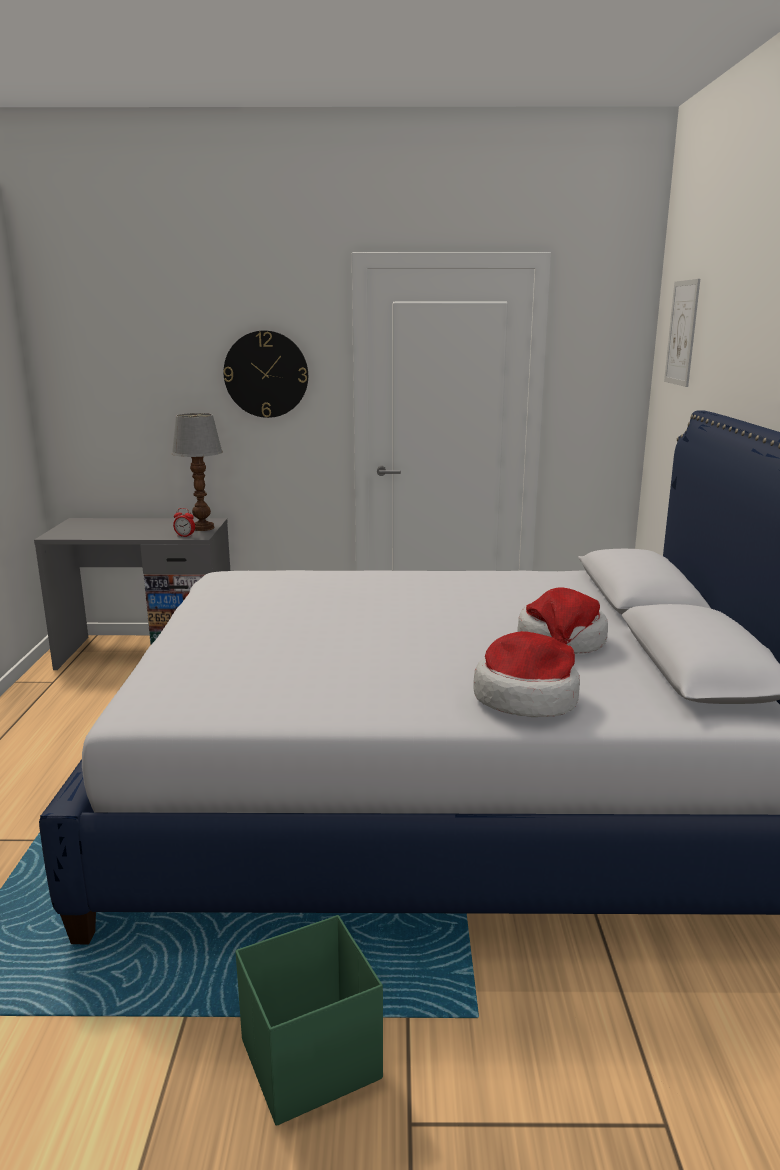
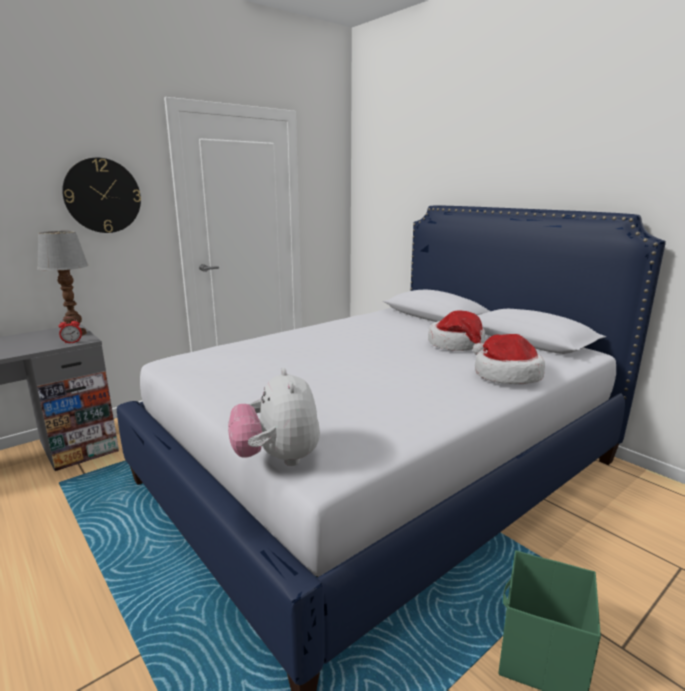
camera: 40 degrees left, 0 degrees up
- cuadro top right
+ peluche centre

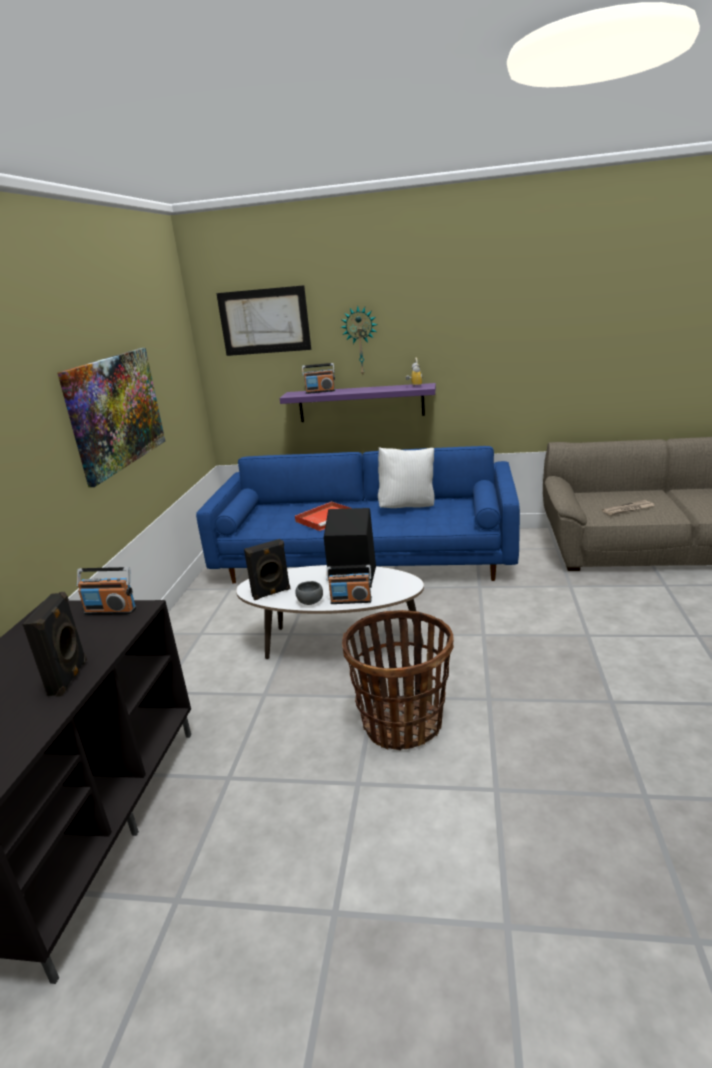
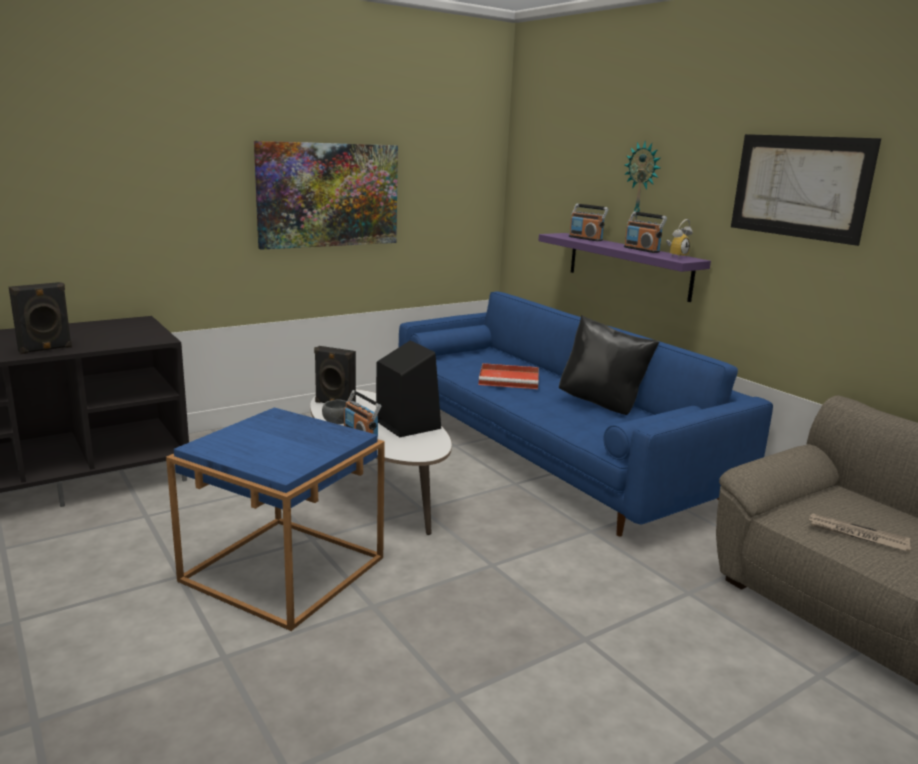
camera: 45 degrees right, 5 degrees down
~ cuadro (2nd from left) top centre to top right
~ cojín (blanco) centre to cojín (negro) centre
~ radio (1st from left in the first image) middle left to radio (3rd from left) top right
~ cesta centre to mesa auxiliar (azul) bottom left

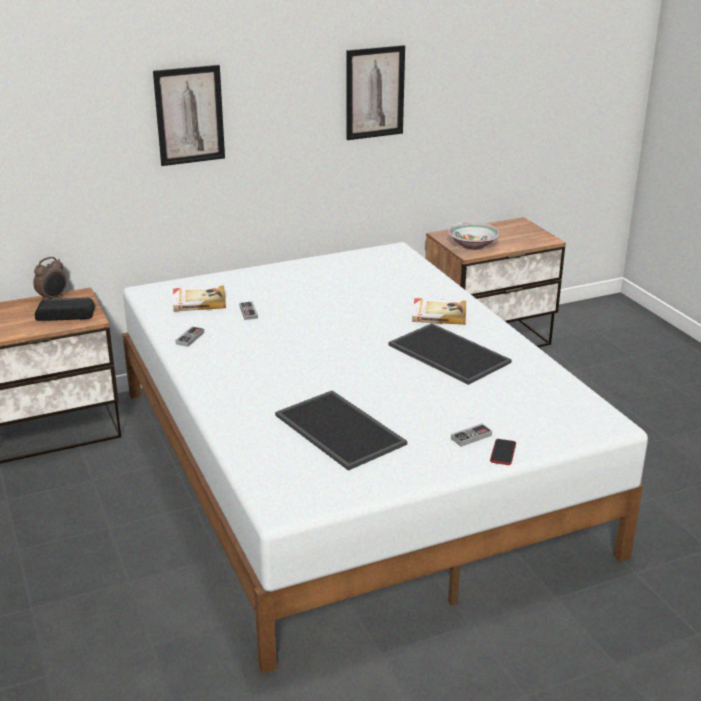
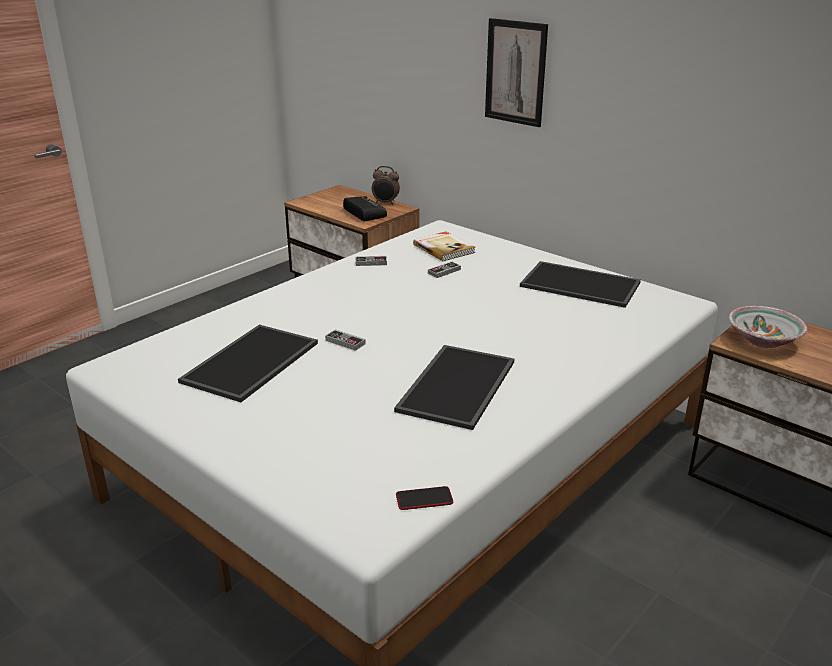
camera: 65 degrees right, 0 degrees up
- cuadro (2nd from left) top centre
- libro (2nd from left) centre
~ mando de consola (3rd from left in the first image) middle right to mando de consola (1st from left) centre
~ móvil middle right to bottom centre
+ bandeja (3rd from left) middle right

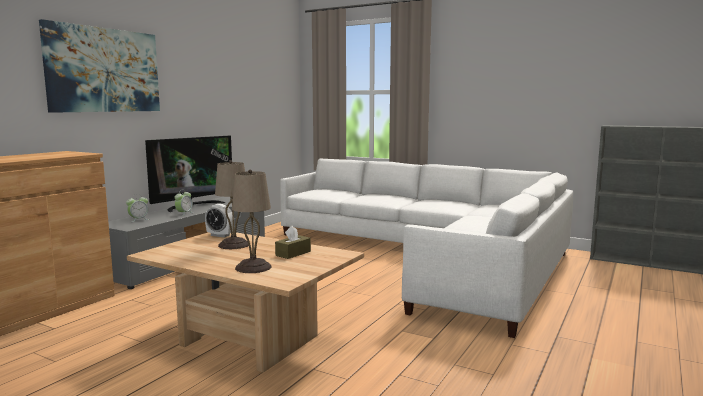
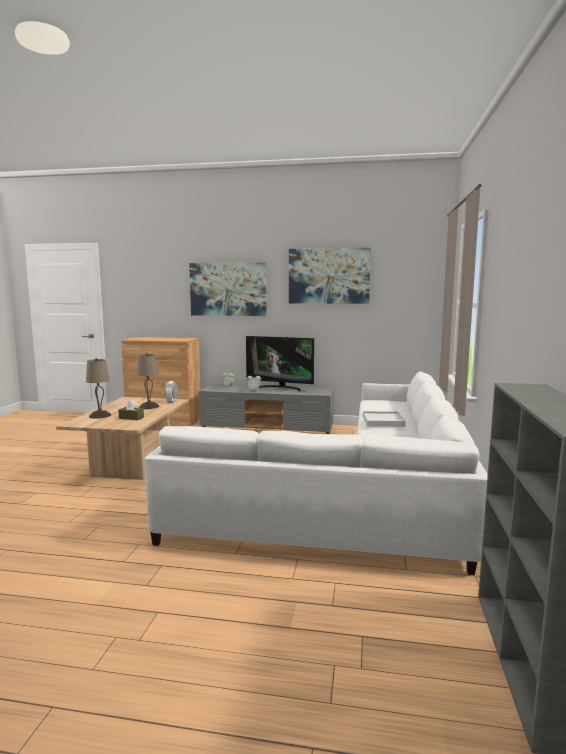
camera: 70 degrees right, 0 degrees up
+ cuadro (2nd from left) centre
+ bandeja (blanco) middle right

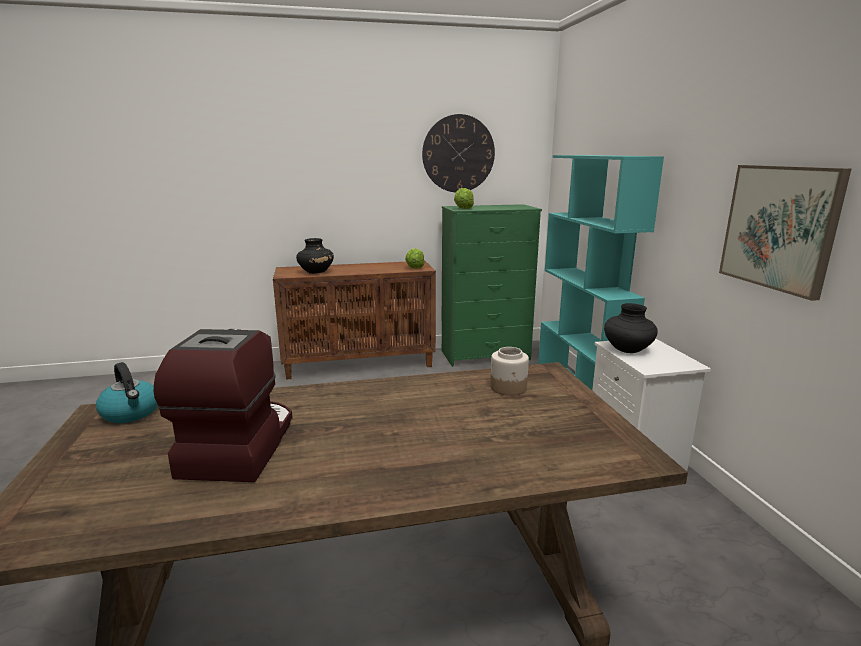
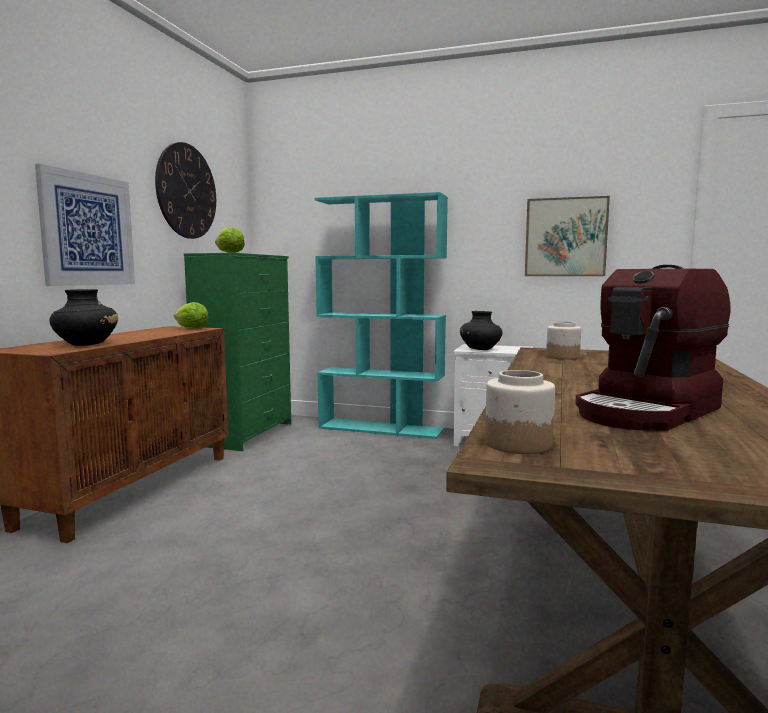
camera: 60 degrees left, 10 degrees down
~ cafetera middle left = middle right 75 degrees counterclockwise
~ hervidor middle left to tarro (1st from left) middle right
+ cuadro (1st from left) top left

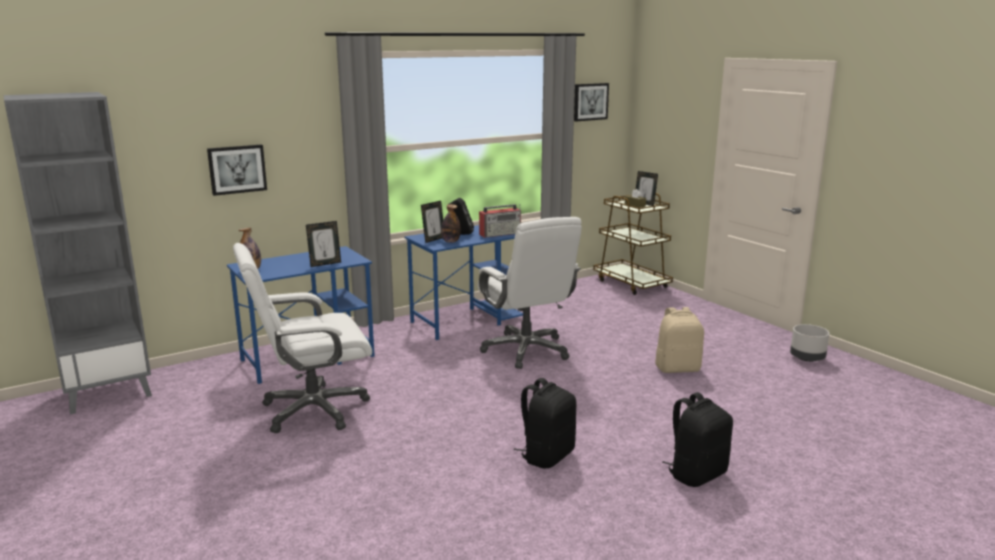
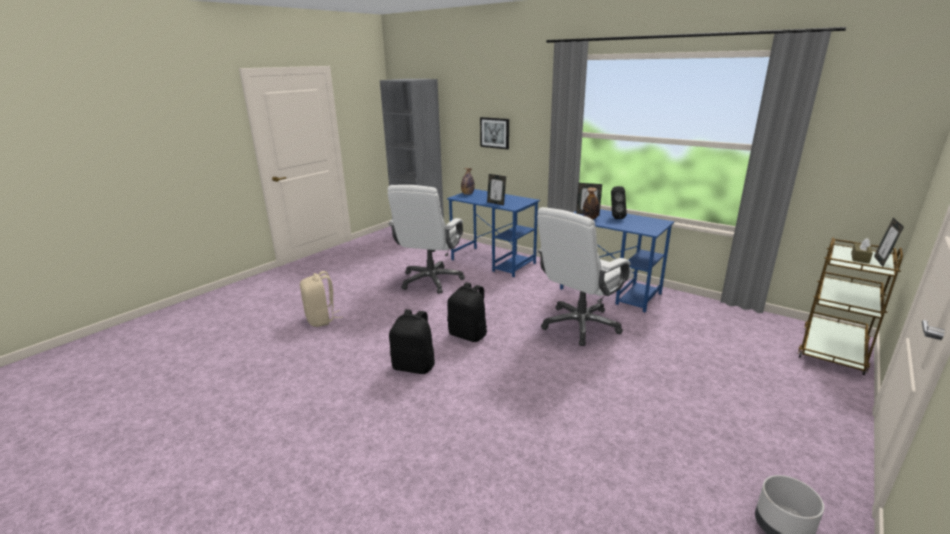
camera: 70 degrees right, 5 degrees up
- cuadro (2nd from left) top centre
- radio centre
~ silla de oficina (blanco) (1st from left) middle left = centre 120 degrees counterclockwise
~ mochila (beis) middle right to centre
~ mochila (negro) (2nd from left) bottom right to centre

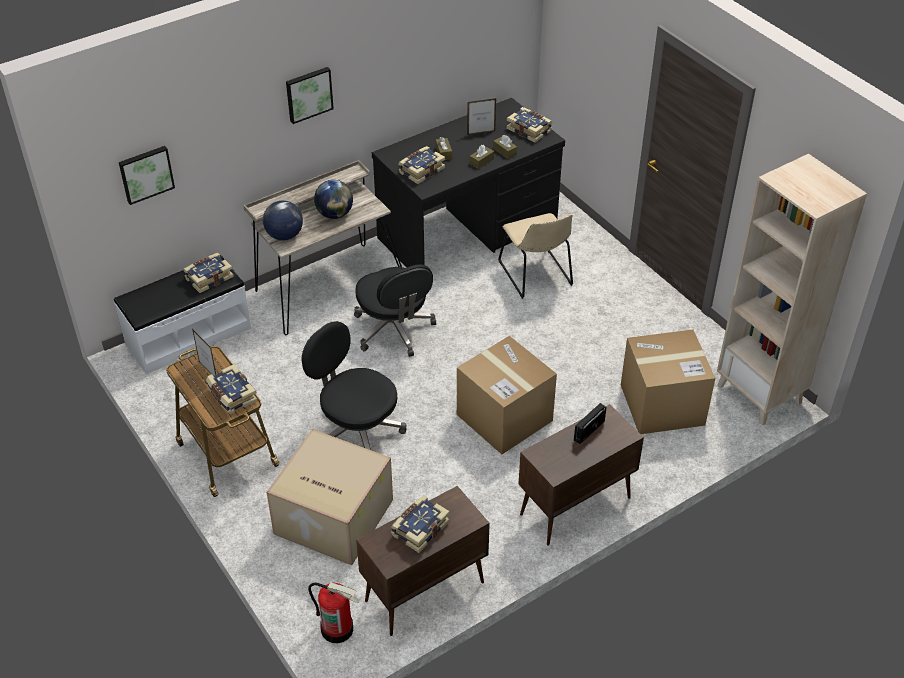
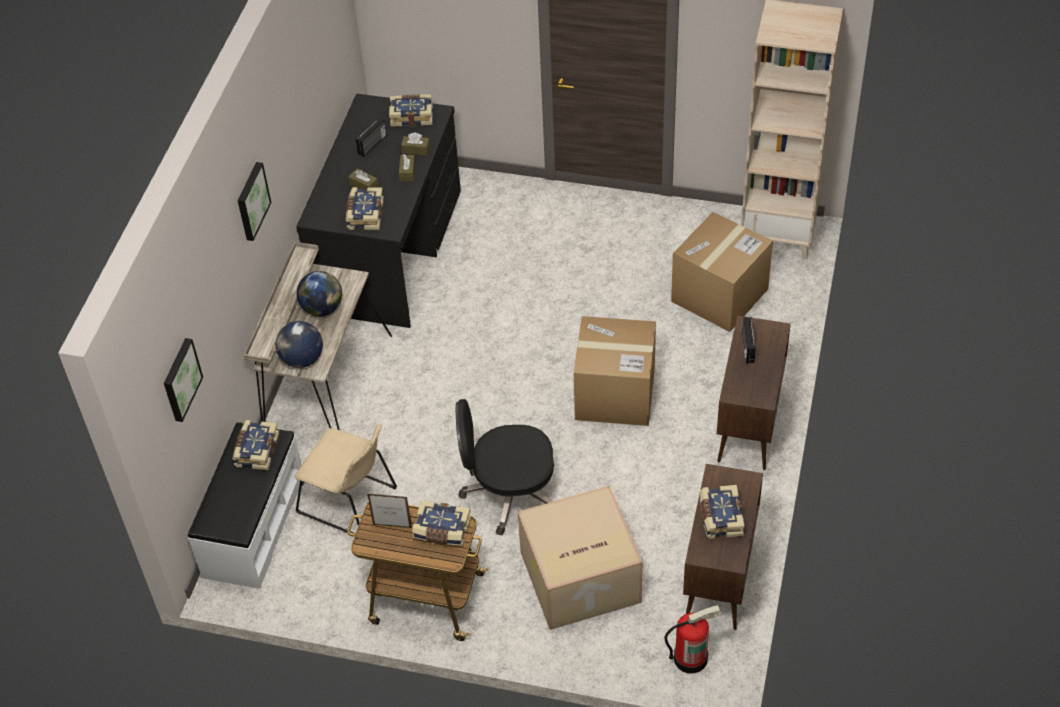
camera: 40 degrees left, 5 degrees up
~ portarretratos (2nd from left) top centre to radio (1st from left) top centre
~ silla (beis) centre to bottom left
- silla de oficina (negro) (2nd from left) centre

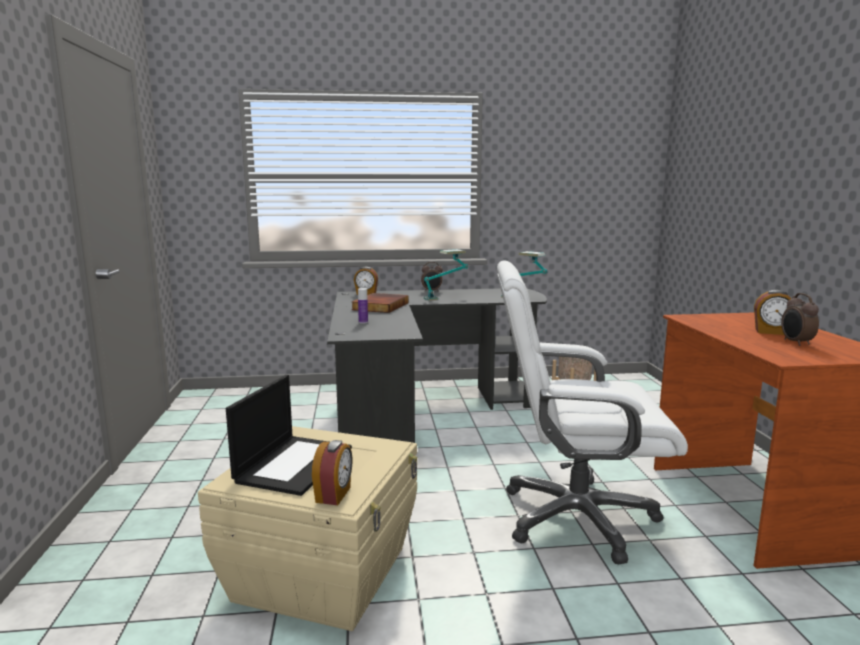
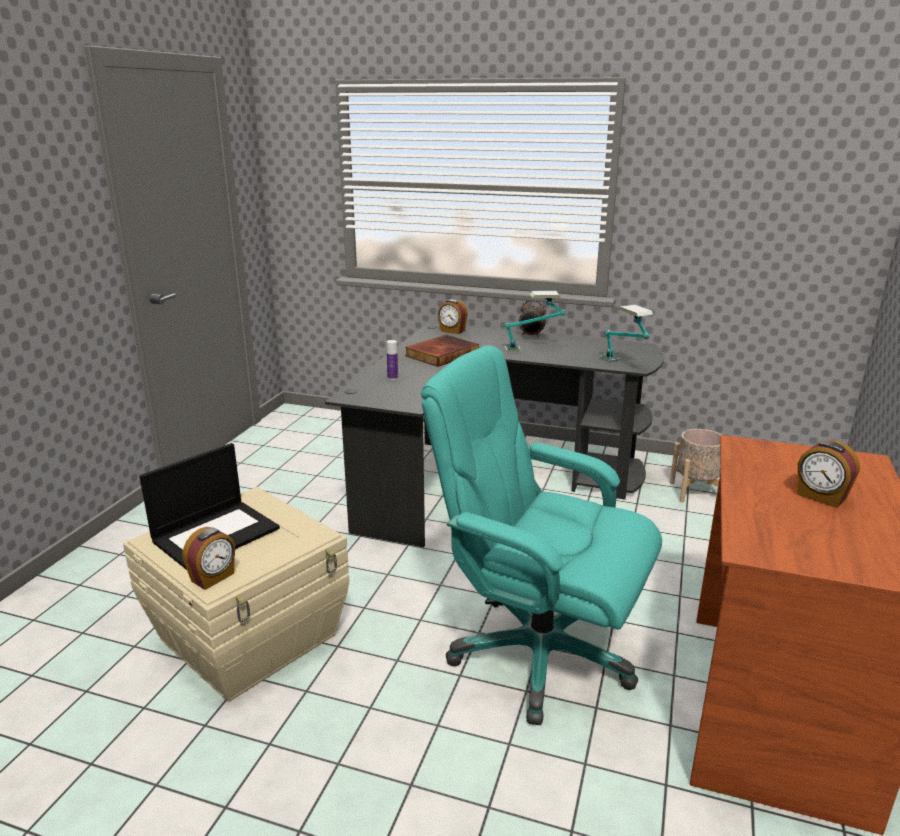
camera: 25 degrees right, 10 degrees up
~ silla de oficina (blanco) middle right to silla de oficina (turquesa) centre
- despertador (5th from left) middle right

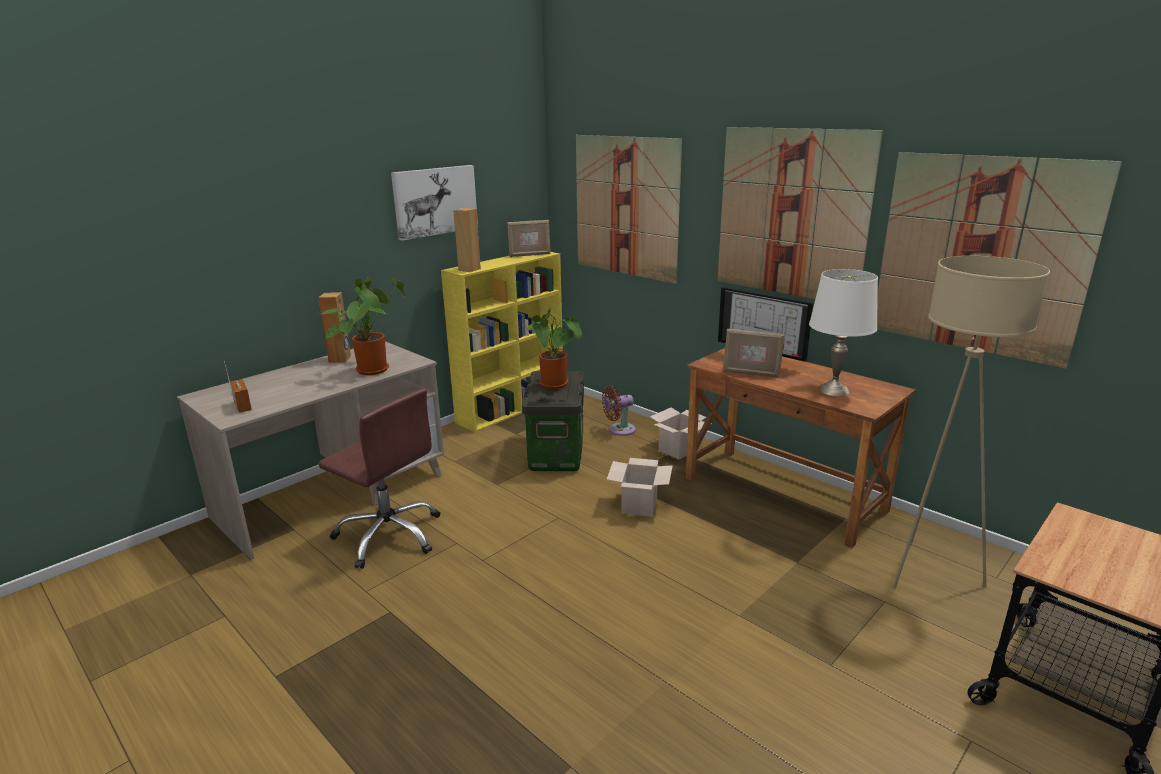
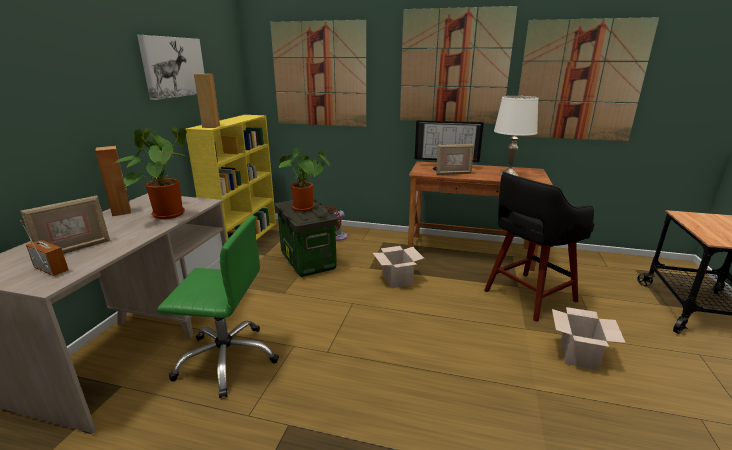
camera: 30 degrees left, 0 degrees up
~ portarretratos (1st from left) top centre to middle left
- lámpara de pie (beis) middle right
~ silla de oficina (marrón) middle left to silla de oficina (verde) bottom left
~ caja de cartón (2nd from left) centre to bottom right
+ taburete (negro) middle right

